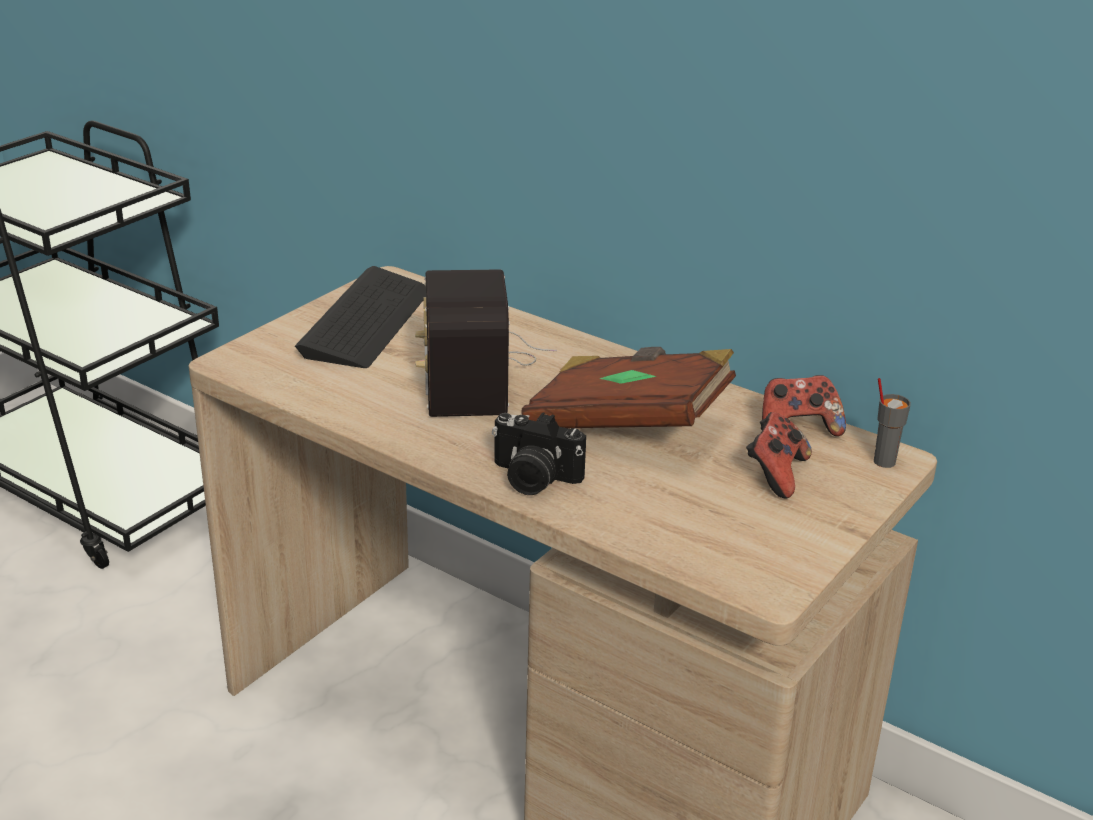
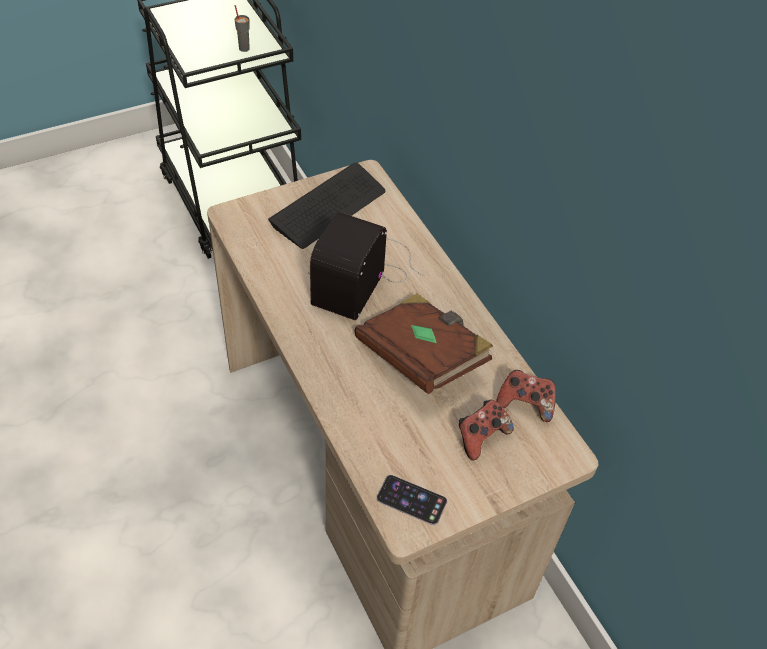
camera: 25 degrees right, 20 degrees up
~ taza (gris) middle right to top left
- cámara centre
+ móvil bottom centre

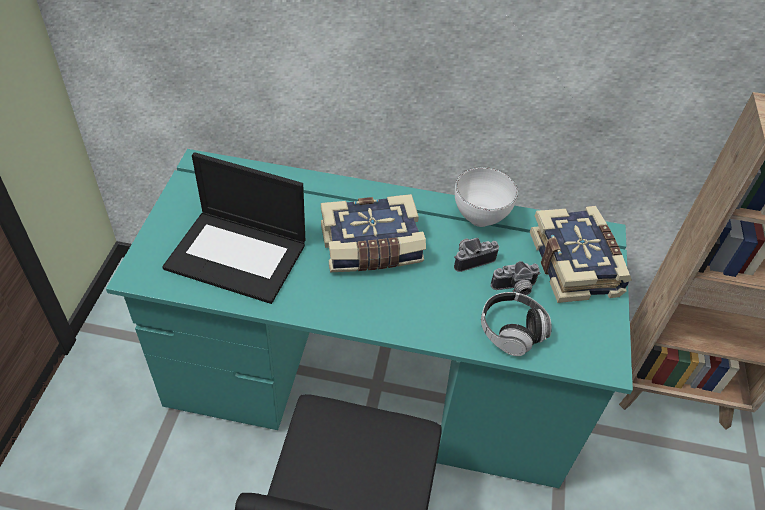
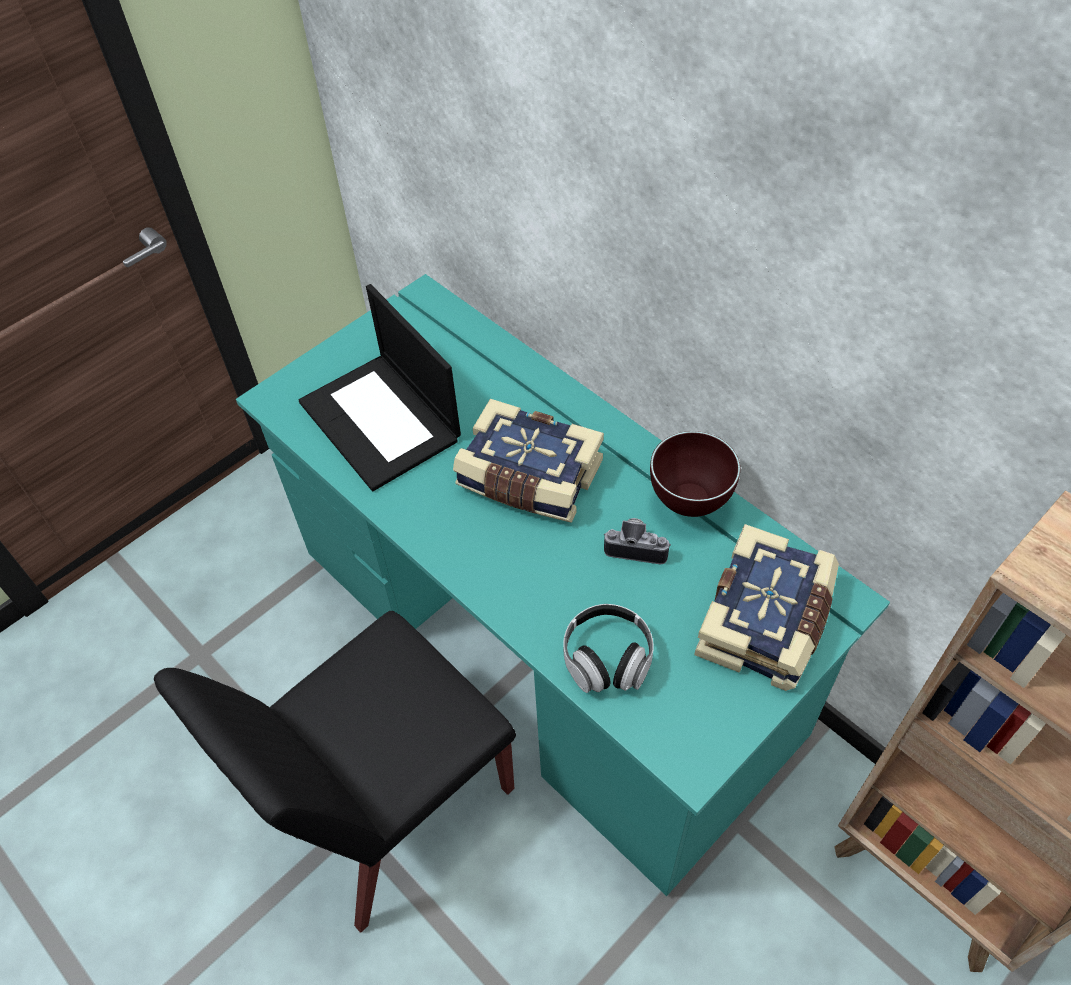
camera: 40 degrees right, 5 degrees up
~ cuenco (blanco) centre to cuenco (marrón) centre
- cámara (2nd from left) middle right

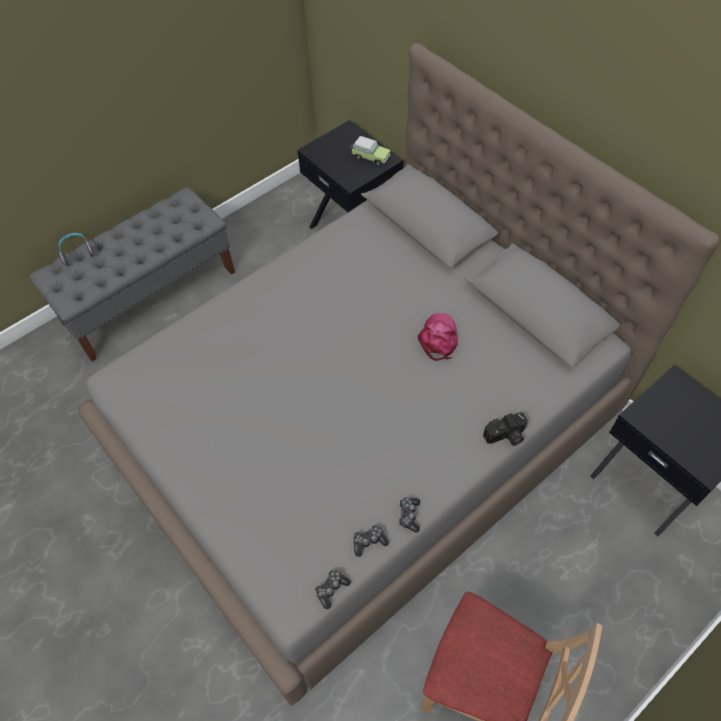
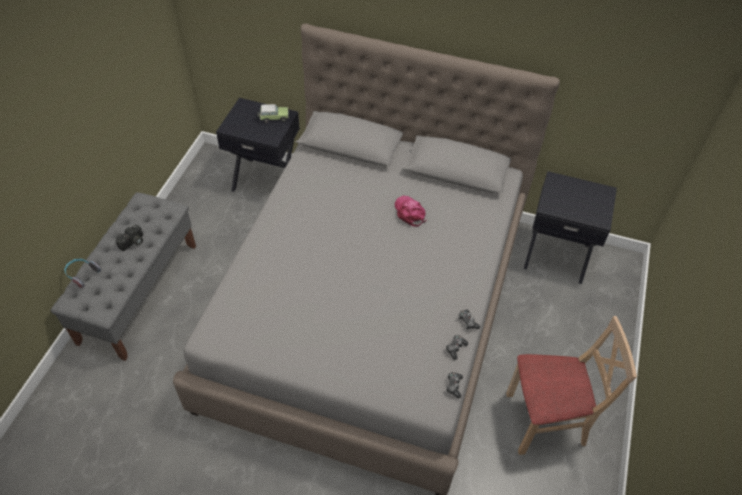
camera: 35 degrees left, 5 degrees down
~ cámara middle right to middle left

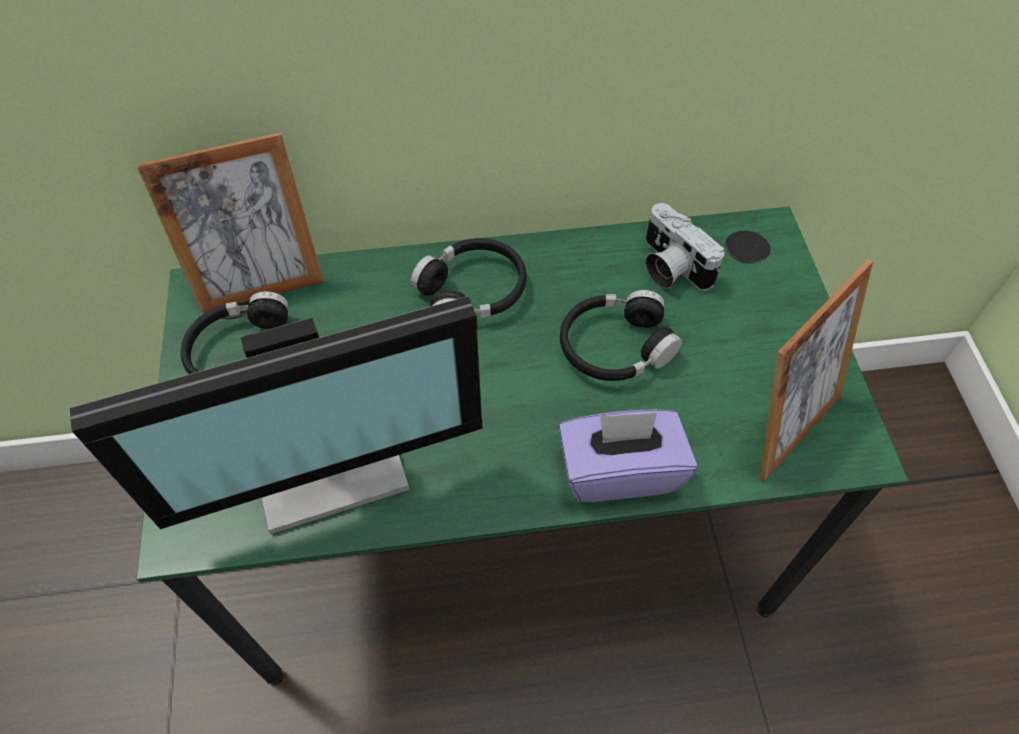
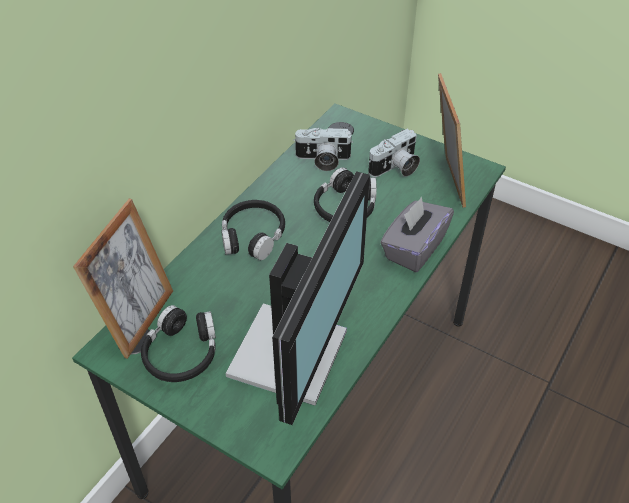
camera: 50 degrees left, 10 degrees down
~ caja de pañuelos (morado) centre to caja de pañuelos (gris) centre
+ cámara (2nd from left) top centre

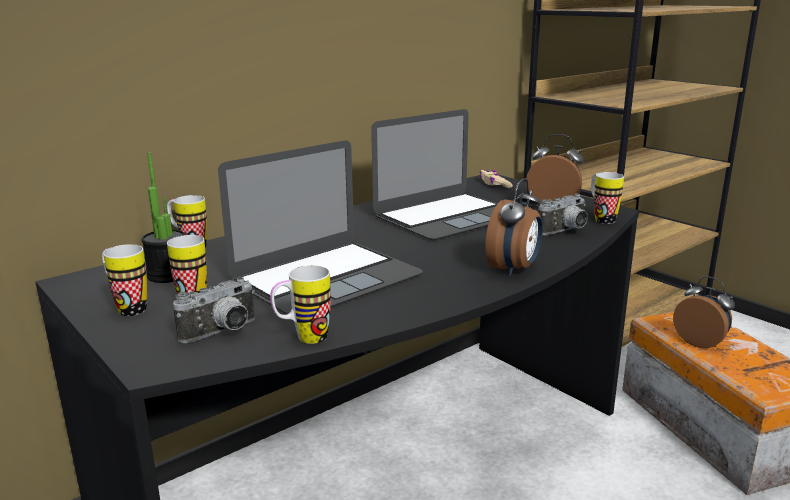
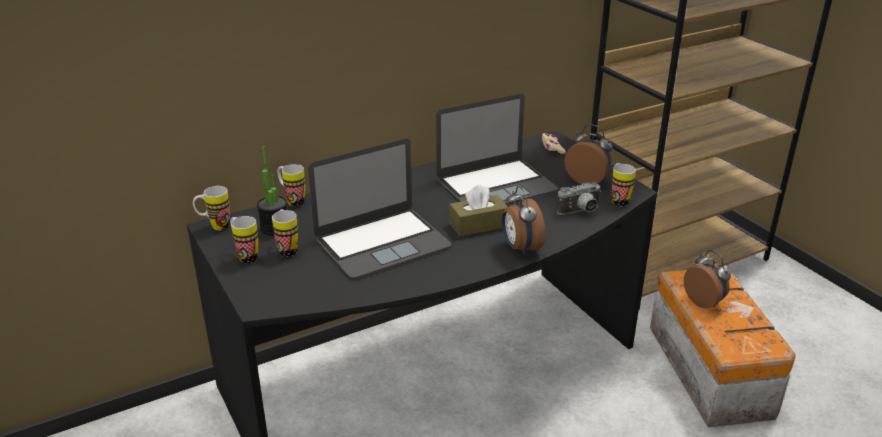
camera: 10 degrees right, 10 degrees up
~ despertador (1st from left) centre = centre 120 degrees clockwise
~ taza grande (4th from left in the first image) centre to taza grande (1st from left) middle left
- cámara (1st from left) middle left
+ caja de pañuelos (marrón) centre

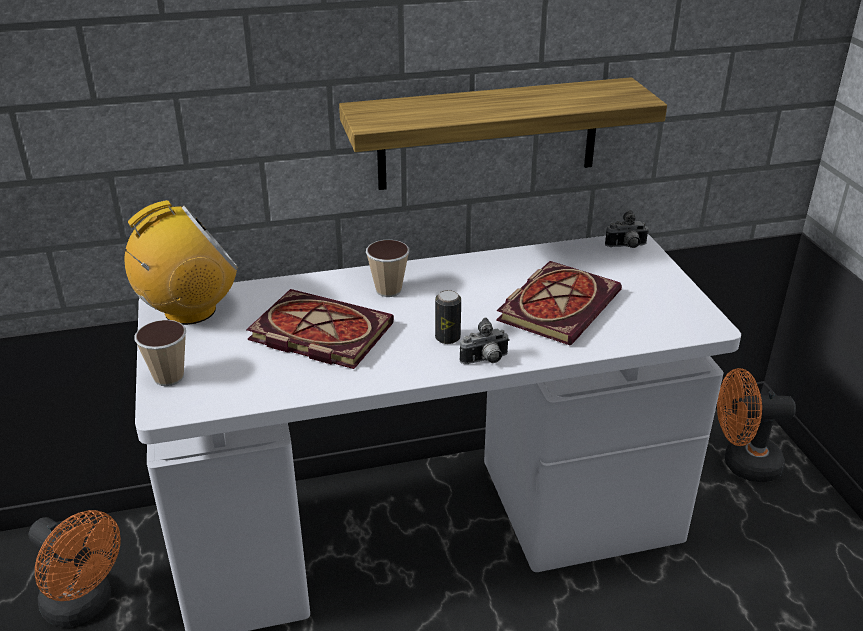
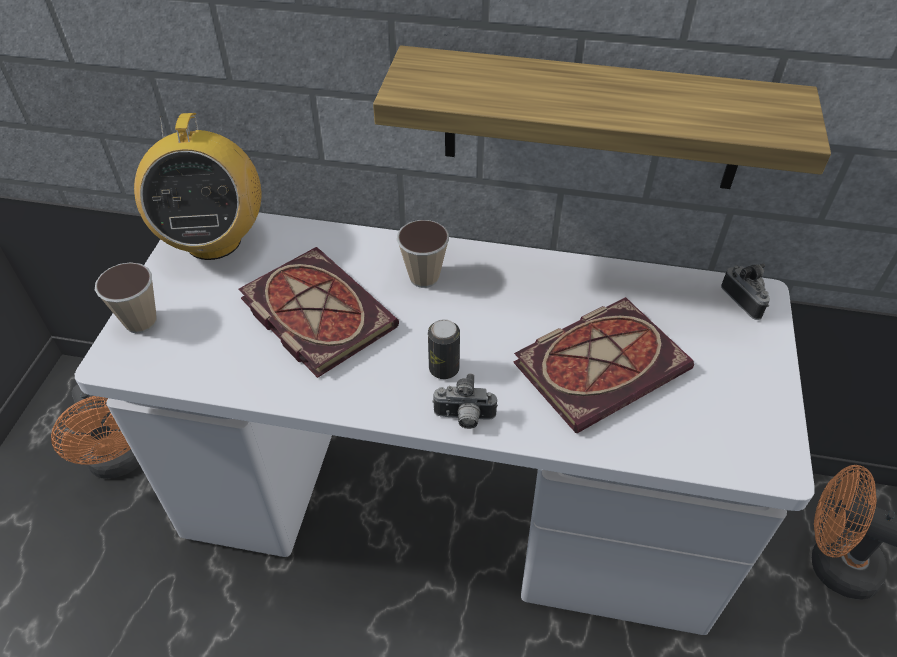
camera: 25 degrees right, 15 degrees up
~ radio middle left = top left 90 degrees clockwise
~ cámara (2nd from left) middle right = middle right 135 degrees counterclockwise

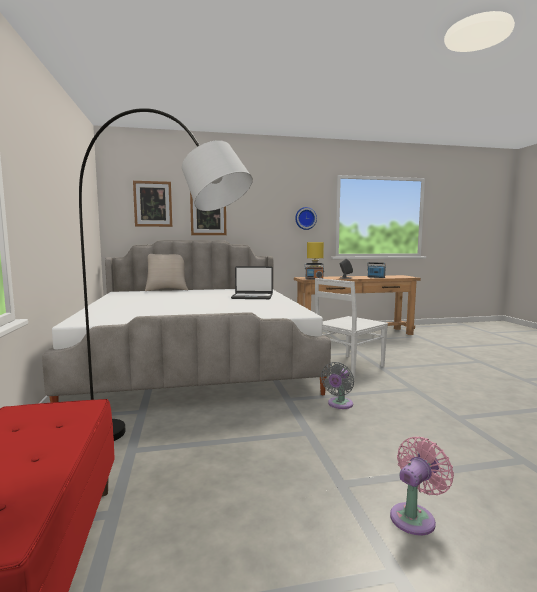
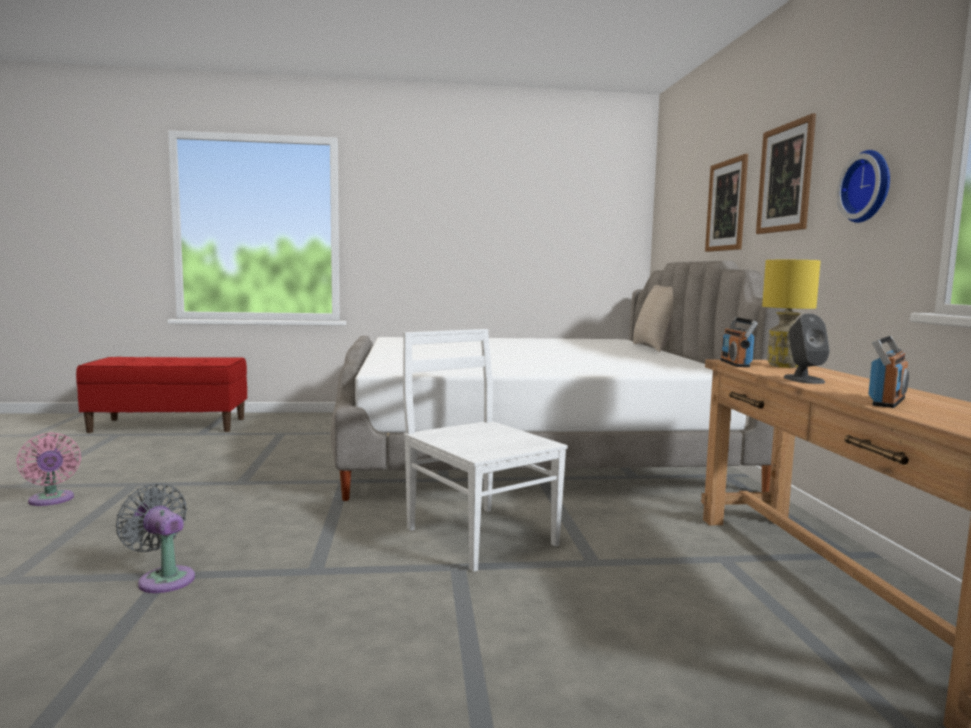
camera: 95 degrees right, 0 degrees up
- lámpara de pie (gris) middle left
~ cuadro (1st from left in the first image) middle left to cuadro (2nd from left) top right
- portátil centre
~ ventilador (gris) centre to bottom left

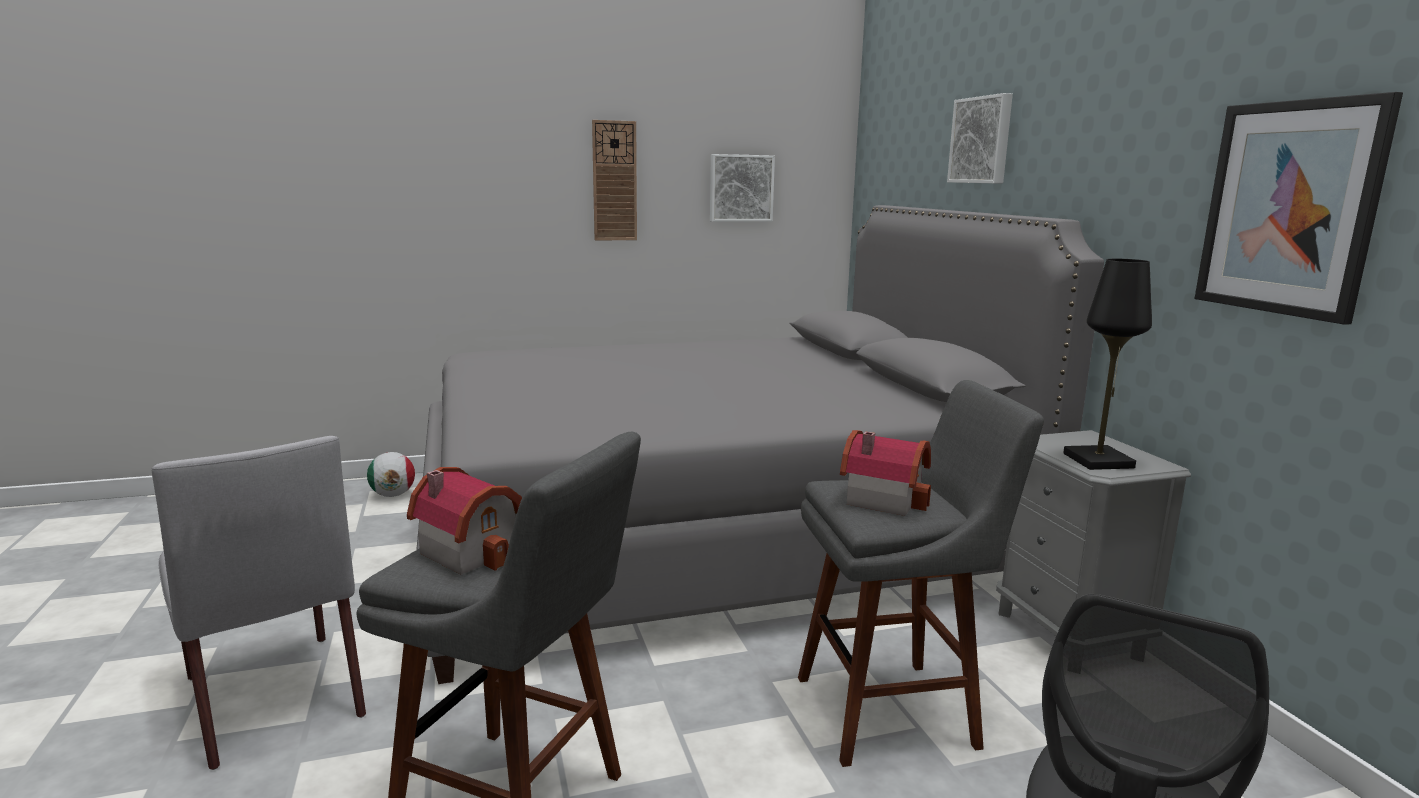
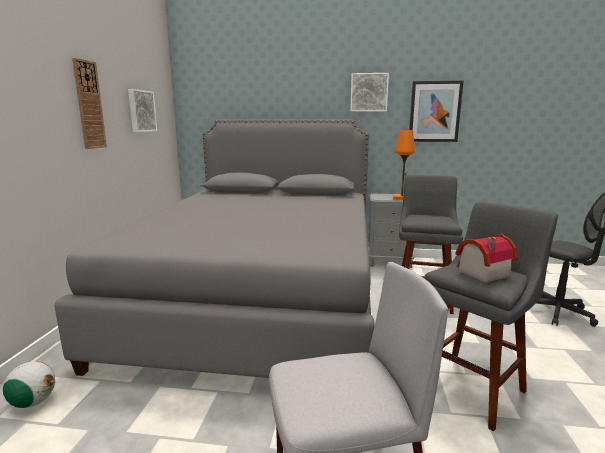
camera: 65 degrees left, 0 degrees up
~ cuadro (2nd from left) top right to top centre
~ lámpara de mesa (negro) middle right to lámpara de mesa (naranja) middle right
- casita (2nd from left) centre

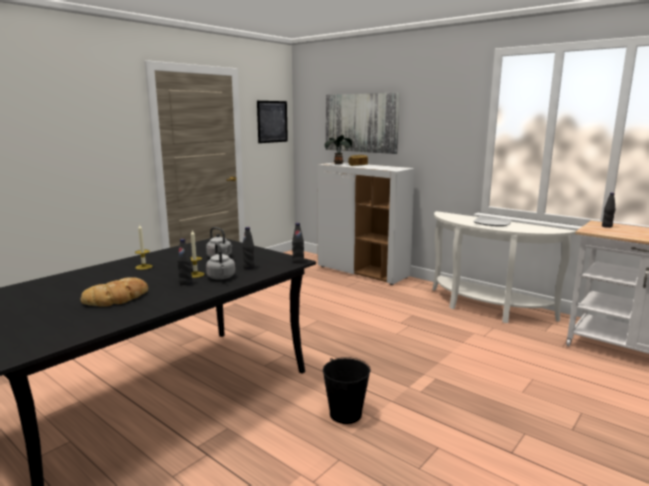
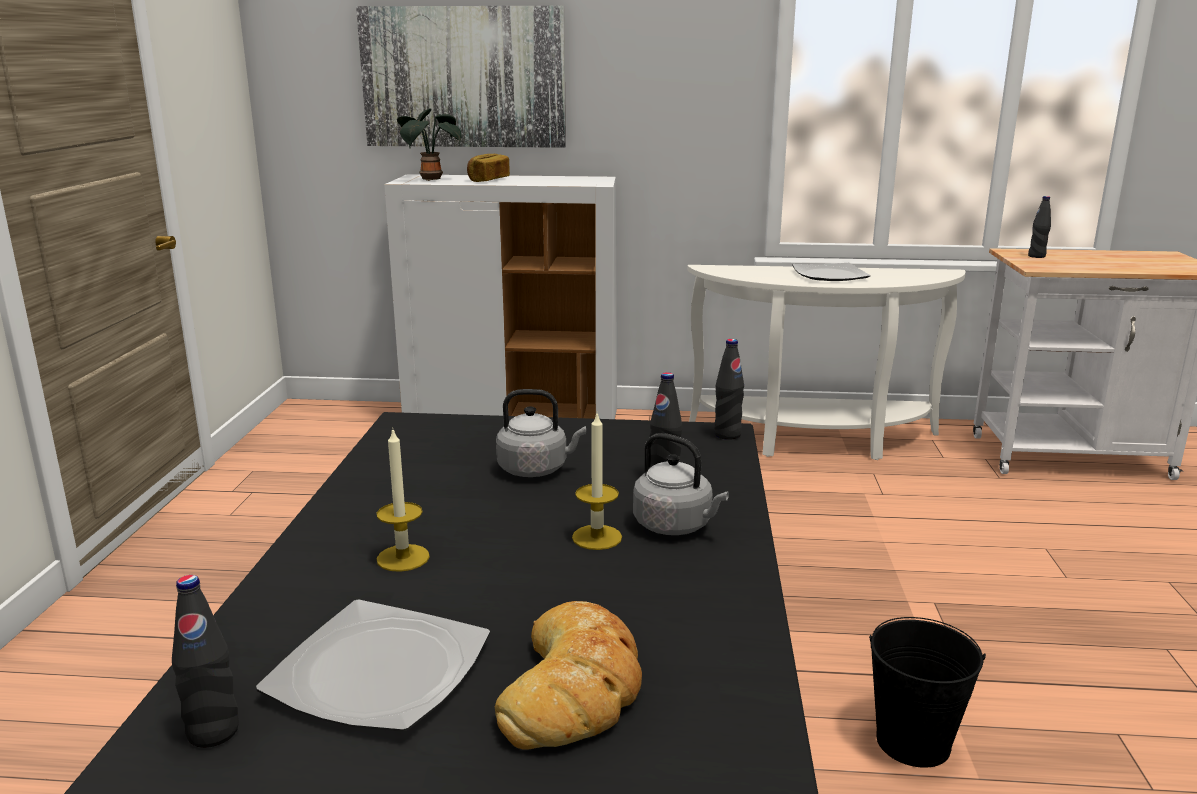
camera: 35 degrees left, 5 degrees up
- cuadro (1st from left) top centre
~ botella (negro) (1st from left) middle left to bottom left
+ plato (1st from left) bottom left

